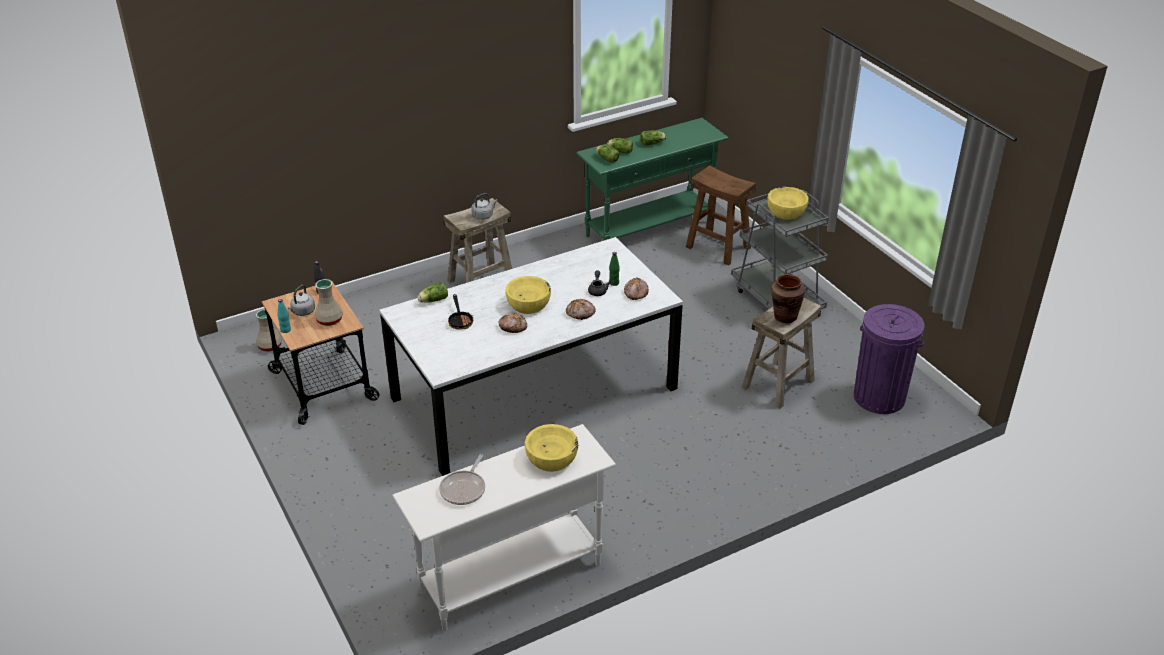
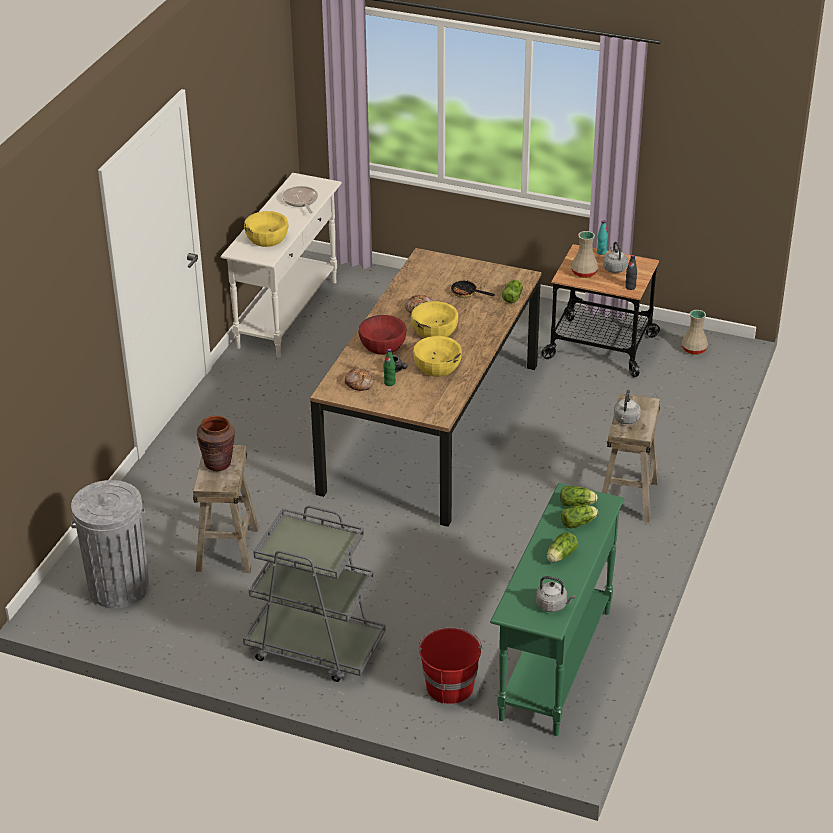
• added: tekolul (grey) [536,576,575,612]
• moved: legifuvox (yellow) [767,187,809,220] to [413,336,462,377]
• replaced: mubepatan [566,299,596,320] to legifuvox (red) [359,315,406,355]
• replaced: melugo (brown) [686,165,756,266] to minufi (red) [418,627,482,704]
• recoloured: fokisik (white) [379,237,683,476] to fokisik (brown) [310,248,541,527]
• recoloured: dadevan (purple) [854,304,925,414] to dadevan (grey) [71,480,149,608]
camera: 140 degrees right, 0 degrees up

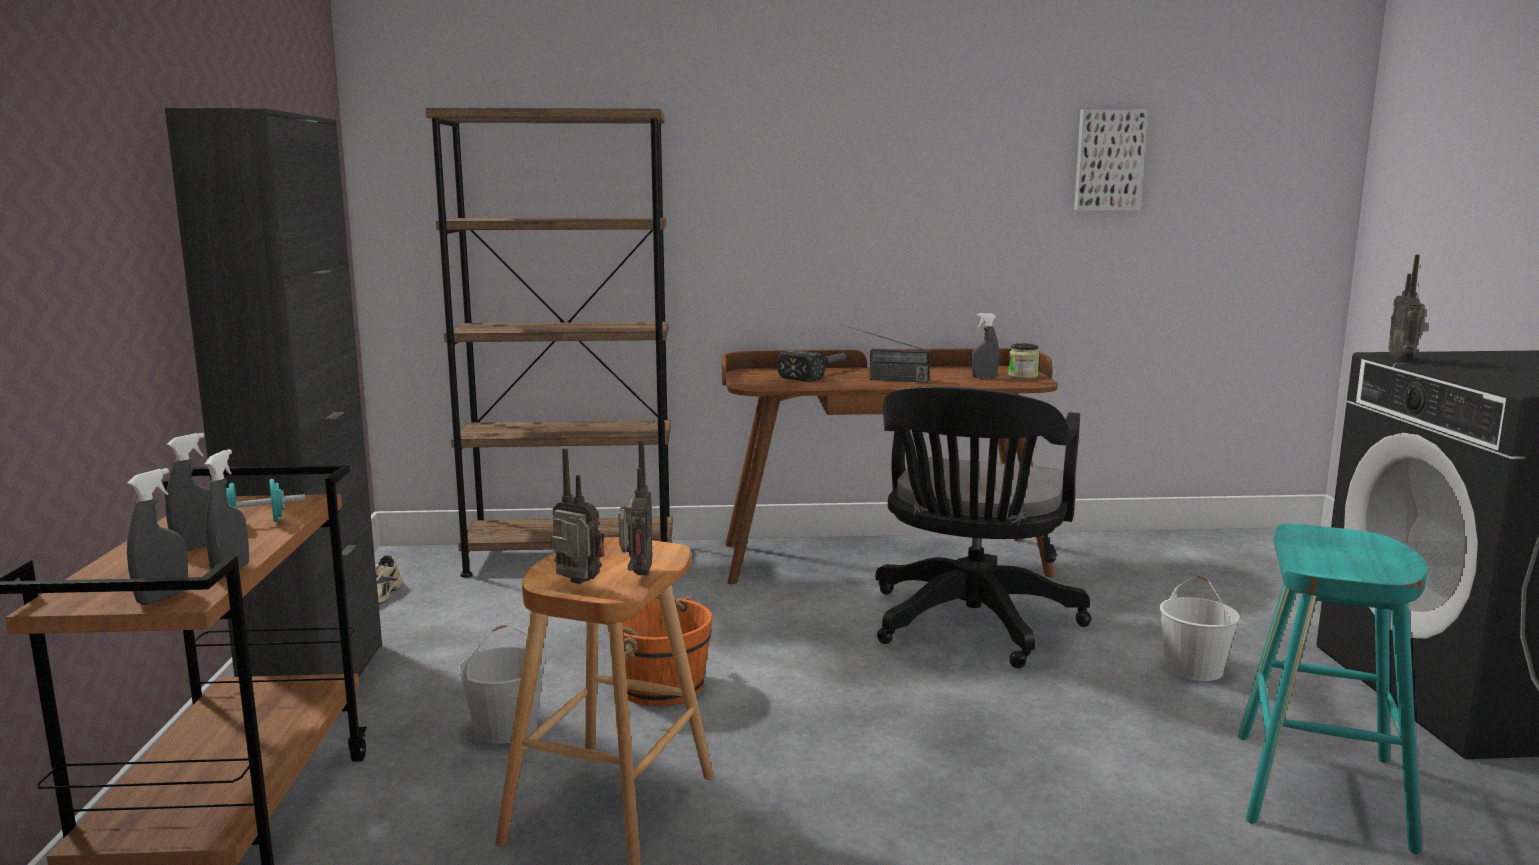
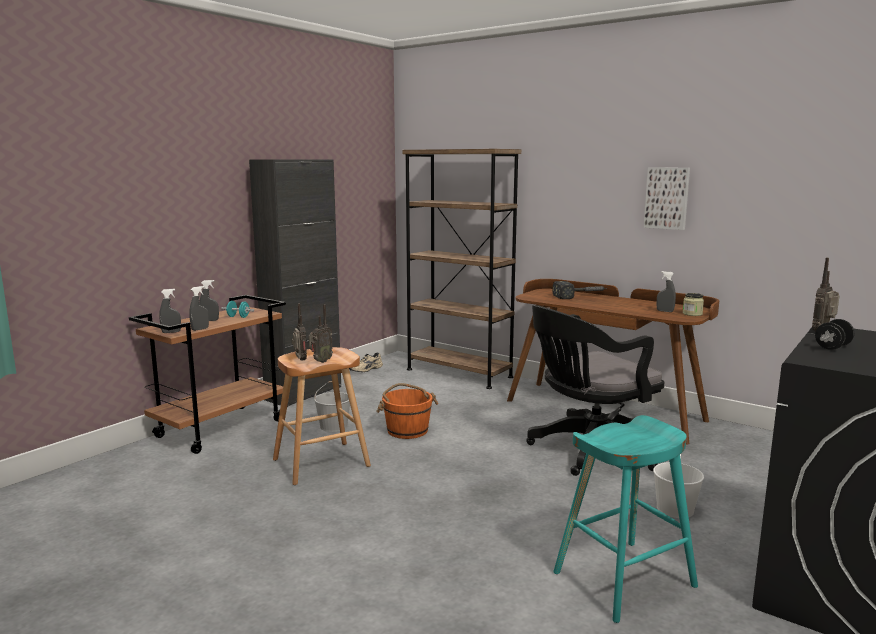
• removed: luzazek [842,324,930,382]
• added: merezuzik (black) [815,319,855,350]
• moved: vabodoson [1074,110,1148,211] to [644,167,690,230]
camera: 40 degrees right, 0 degrees up

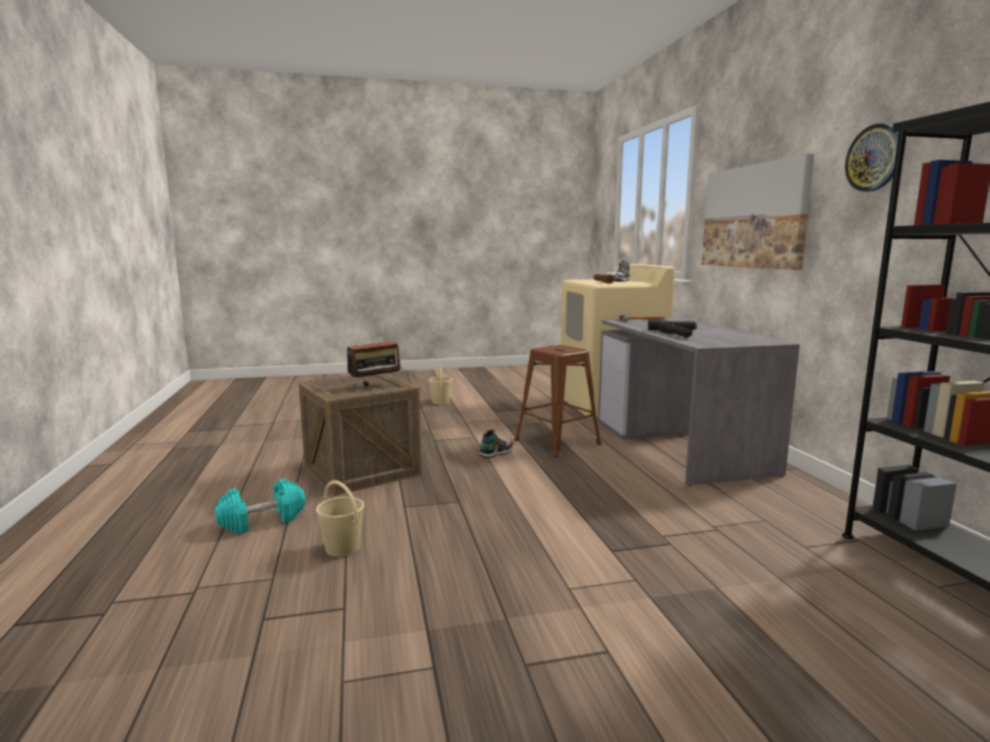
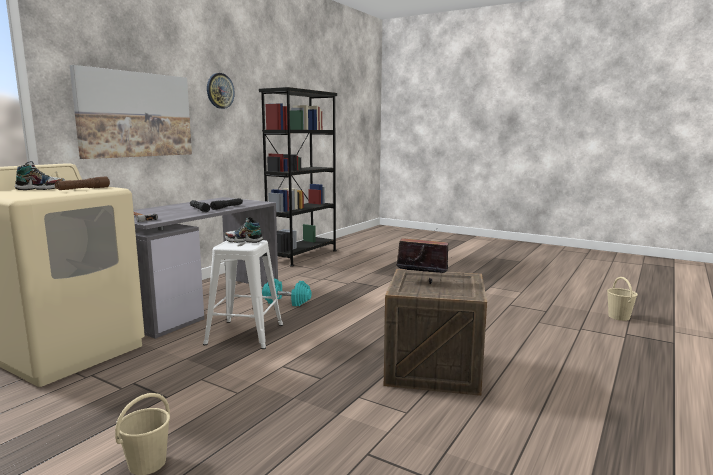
• moved: merezuzik (turquoise) [215,478,306,534] to [262,279,312,306]
• moved: minufi (beige) [316,480,364,557] to [607,277,638,321]
• moved: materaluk [480,430,513,458] to [225,217,263,243]
• recoloured: melugo (brown) [514,345,601,457] to melugo (white) [203,240,283,349]
camera: 135 degrees left, 0 degrees up

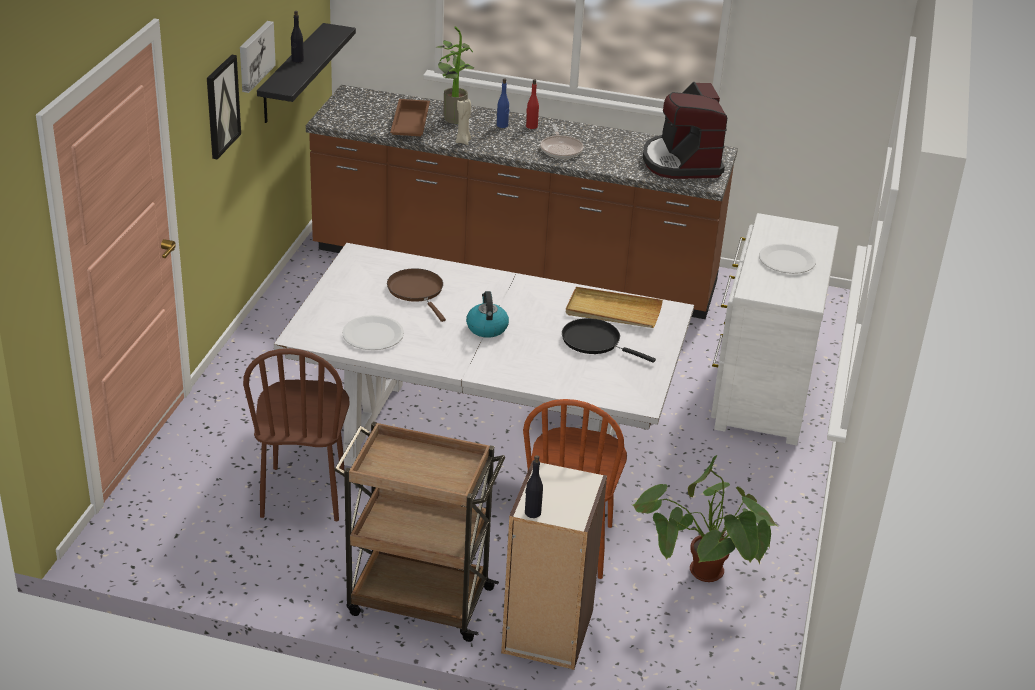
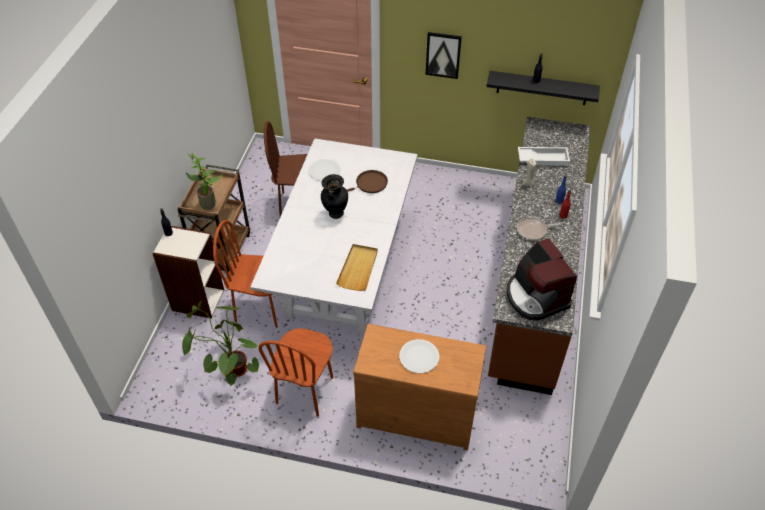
• removed: vabodoson [240,21,276,93]
• removed: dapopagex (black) [562,318,656,363]
• added: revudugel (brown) [258,328,333,416]
• moved: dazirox [435,27,474,124] to [186,153,223,210]
• replaced: tekolul [466,291,509,338] to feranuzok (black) [321,174,348,219]
• recoloured: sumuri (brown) [390,99,430,136] to sumuri (white) [518,147,570,166]
• recoloured: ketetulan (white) [711,213,839,445] to ketetulan (brown) [353,324,486,451]
• turned: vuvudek [643,82,727,179] = [507,238,577,320] 105 degrees counterclockwise
camera: 90 degrees right, 15 degrees up

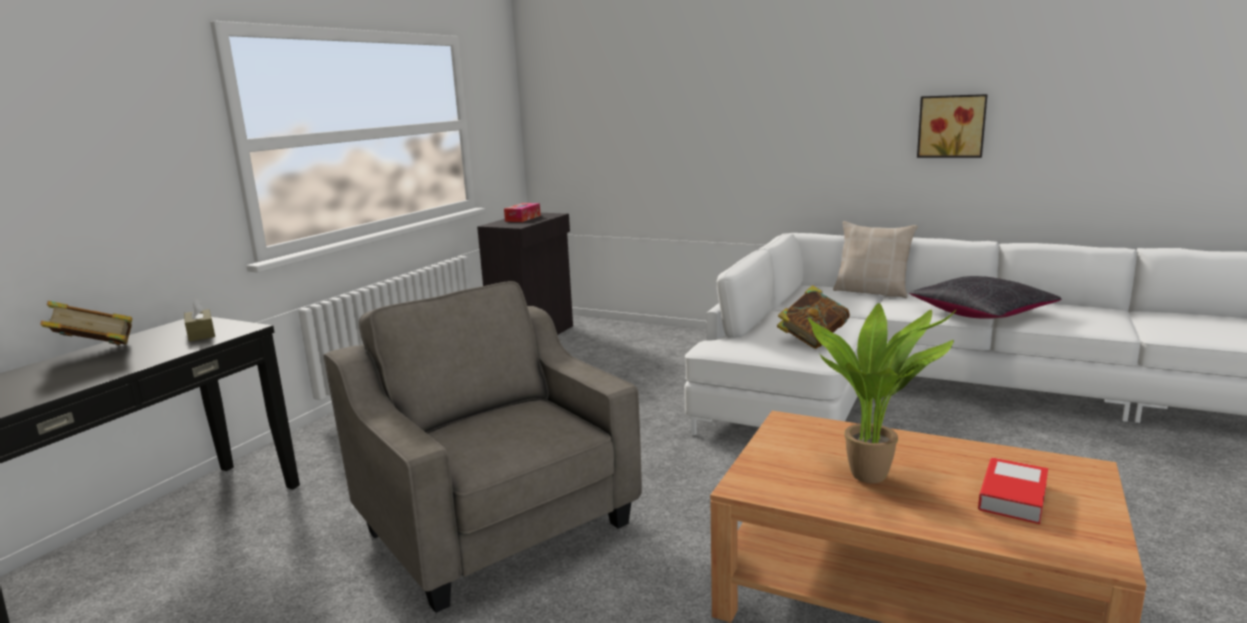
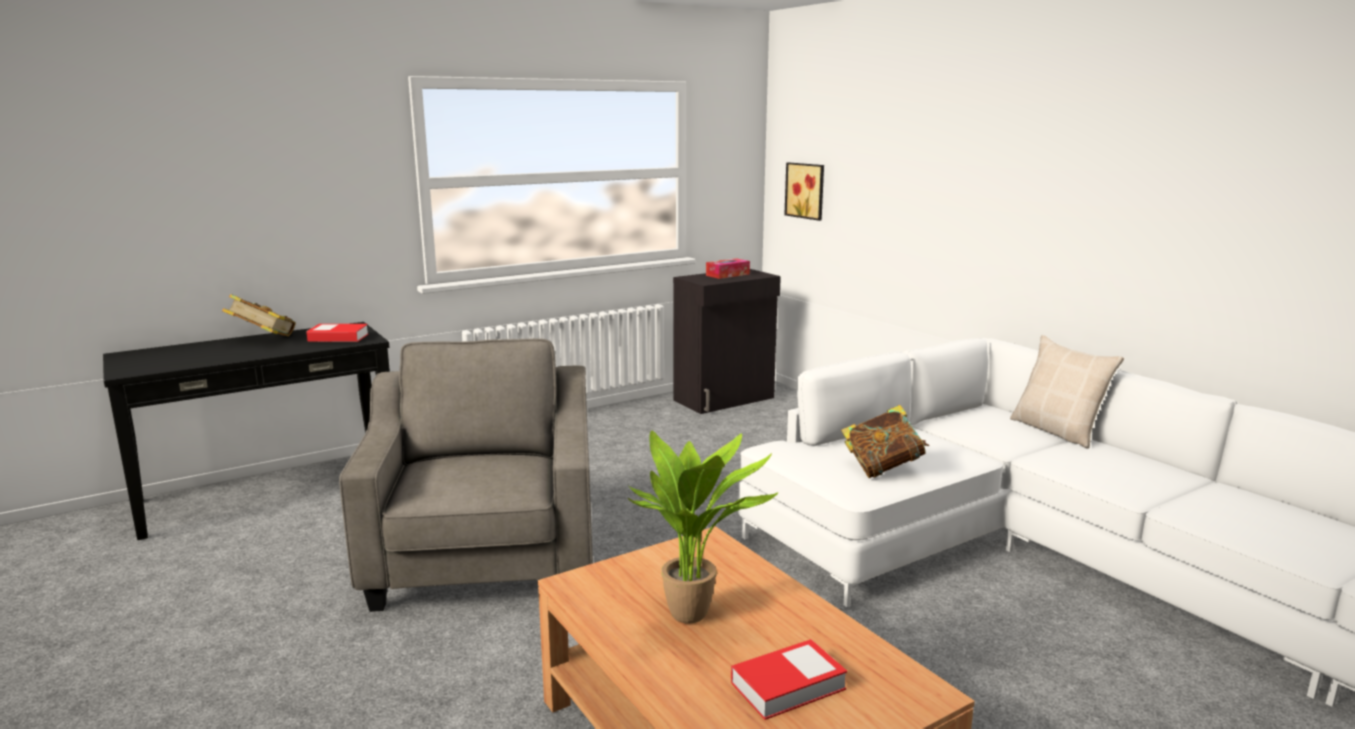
• removed: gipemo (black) [909,276,1061,319]
• moved: vabodoson [917,94,988,158] to [784,162,824,221]
• replaced: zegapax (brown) [184,298,215,342] to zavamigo [306,324,368,342]
camera: 30 degrees right, 0 degrees up

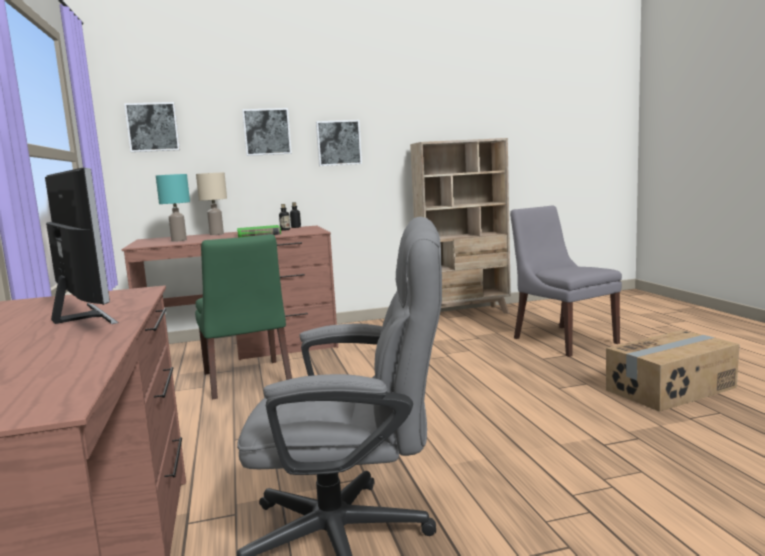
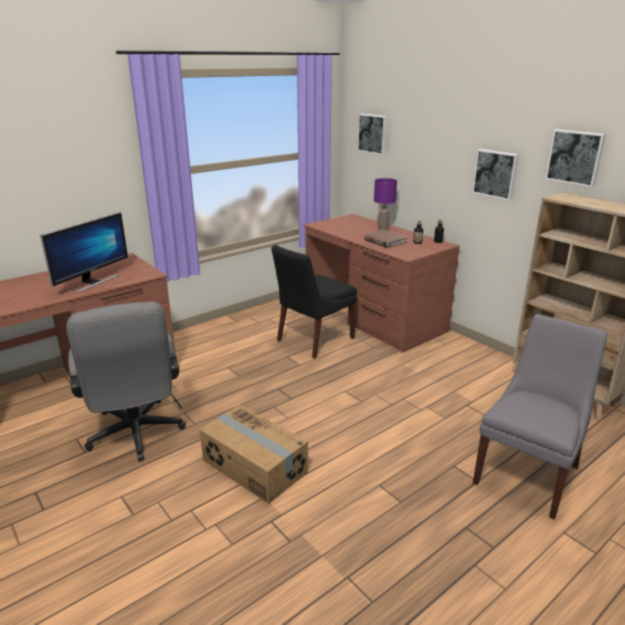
• removed: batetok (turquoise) [156,174,190,242]
• moved: vabodoson [242,108,292,156] to [545,129,606,187]
• moved: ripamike [606,330,740,412] to [199,405,308,504]
• recoloured: revudugel (green) [195,234,292,399] to revudugel (black) [272,245,357,359]
• recoloured: batetok (beige) [196,172,227,235] to batetok (purple) [374,178,397,230]
• recoloured: zavamigo (green) [237,225,281,238] to zavamigo (brown) [364,230,408,248]
camera: 65 degrees right, 15 degrees up

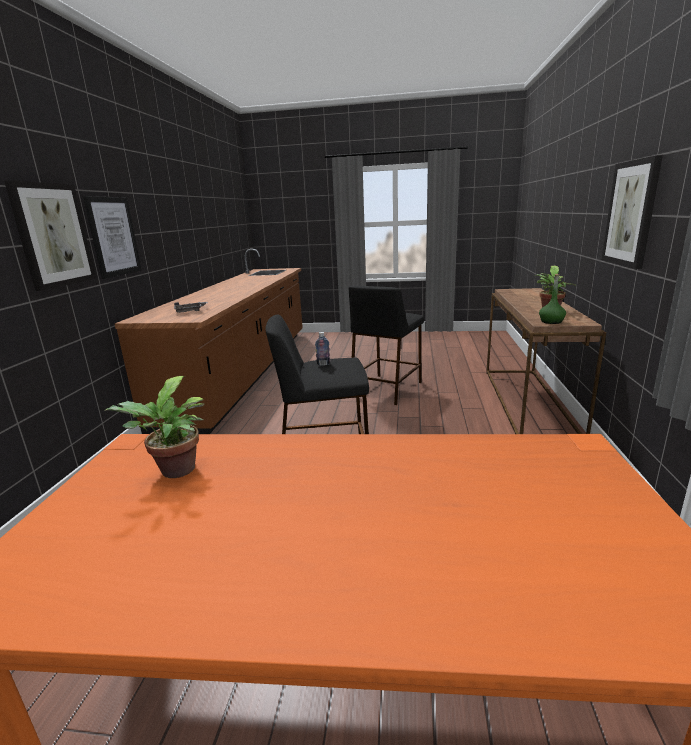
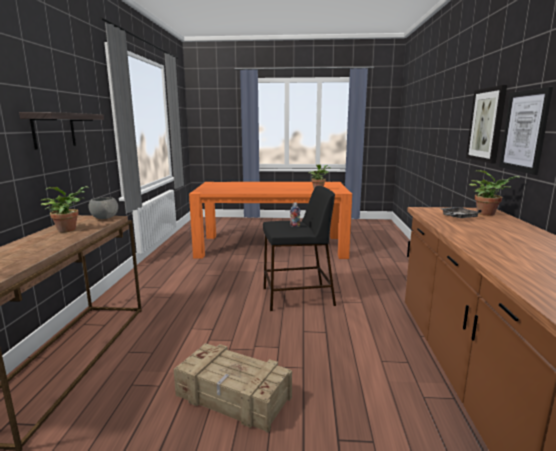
• added: dazirox [469,170,520,216]
• replaced: melugo (black) [349,285,424,405] to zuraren [174,343,292,433]
• replaced: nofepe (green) [539,274,566,324] to legifuvox (grey) [89,197,118,219]
• replaced: vabodoson [601,155,663,269] to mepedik [19,112,104,150]
camera: 175 degrees right, 5 degrees down

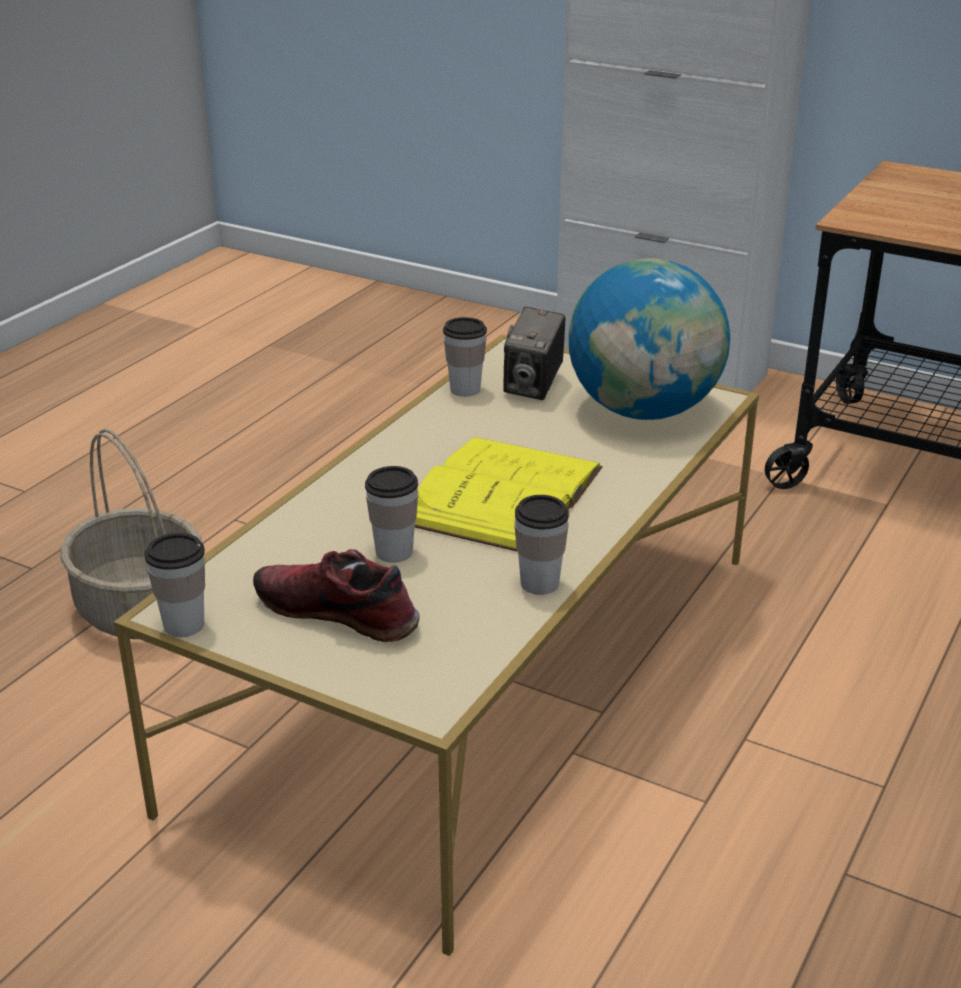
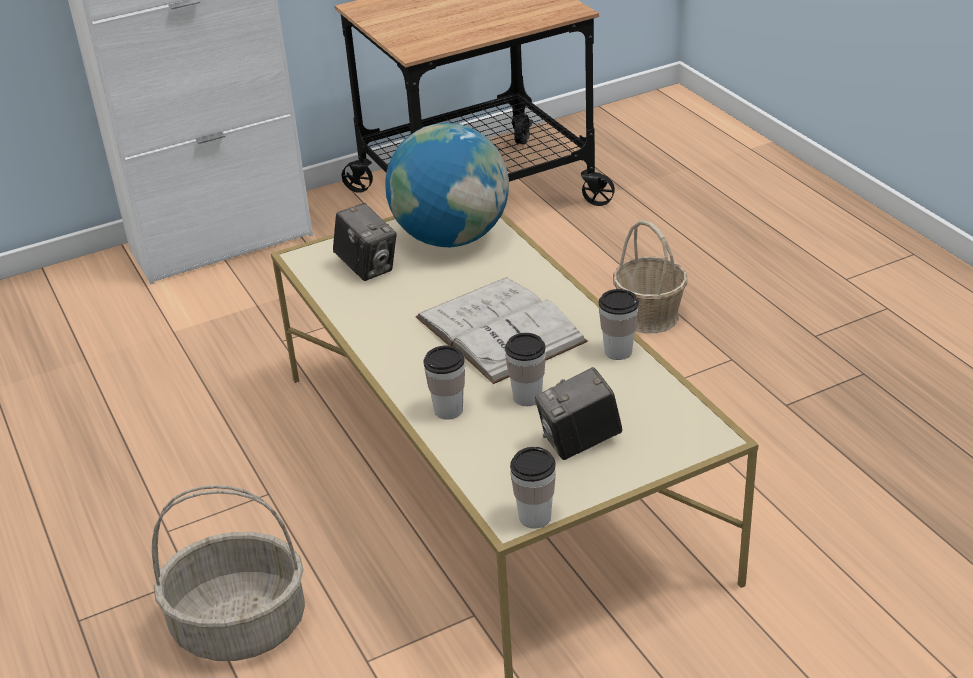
• added: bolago [613,220,688,333]
• moved: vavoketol [443,317,487,397] to [423,345,465,420]
• replaced: materaluk [253,549,420,642] to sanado [535,367,622,460]
• recoloured: zavamigo (yellow) [415,437,602,551] to zavamigo (white) [416,278,588,384]
camera: 55 degrees left, 5 degrees up

